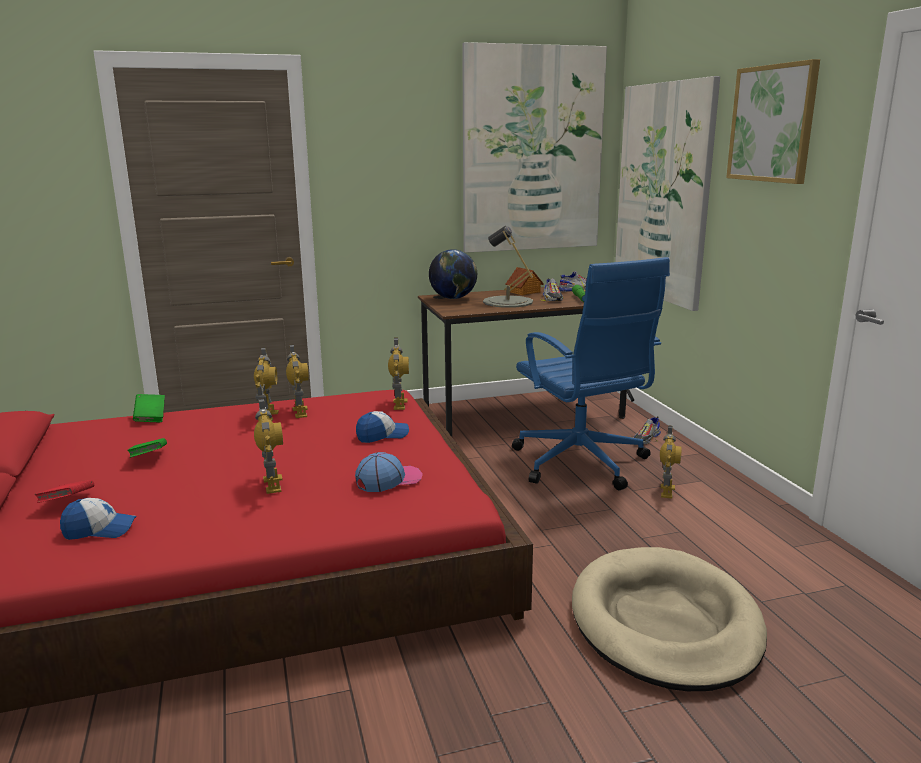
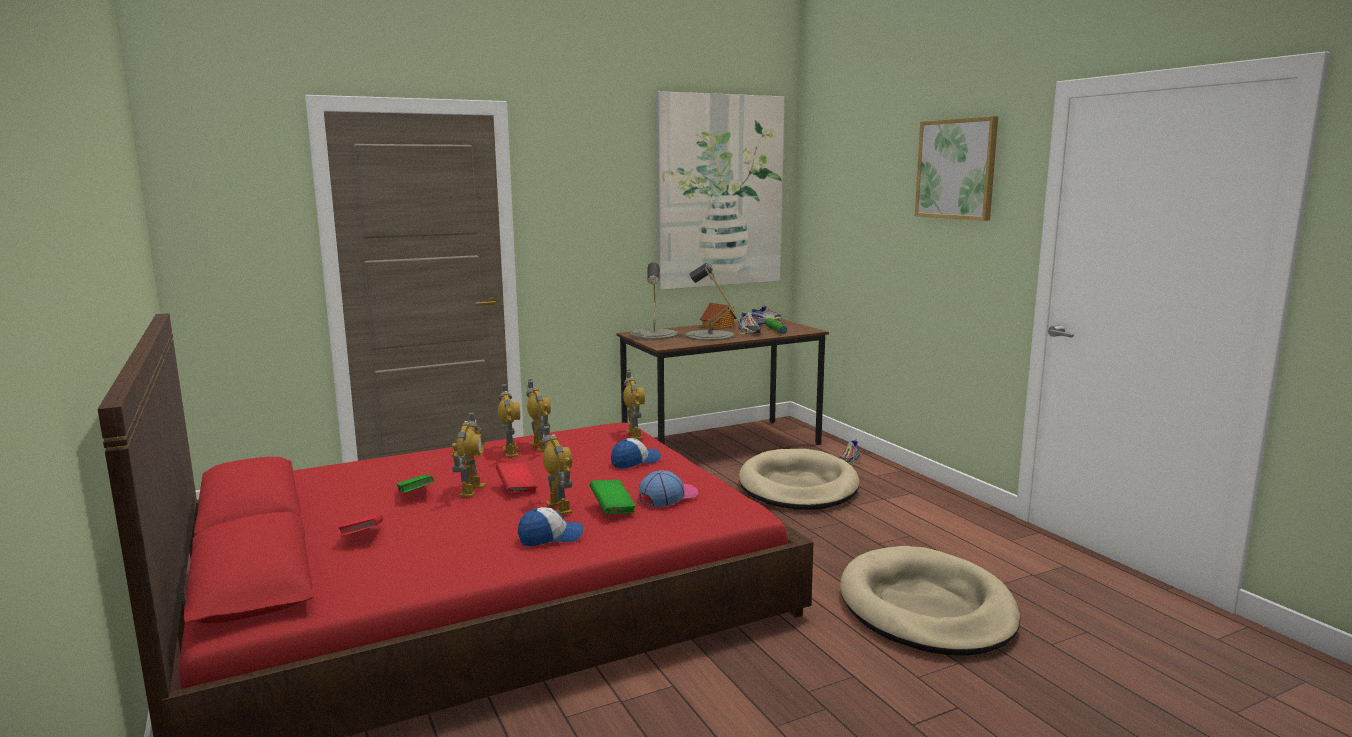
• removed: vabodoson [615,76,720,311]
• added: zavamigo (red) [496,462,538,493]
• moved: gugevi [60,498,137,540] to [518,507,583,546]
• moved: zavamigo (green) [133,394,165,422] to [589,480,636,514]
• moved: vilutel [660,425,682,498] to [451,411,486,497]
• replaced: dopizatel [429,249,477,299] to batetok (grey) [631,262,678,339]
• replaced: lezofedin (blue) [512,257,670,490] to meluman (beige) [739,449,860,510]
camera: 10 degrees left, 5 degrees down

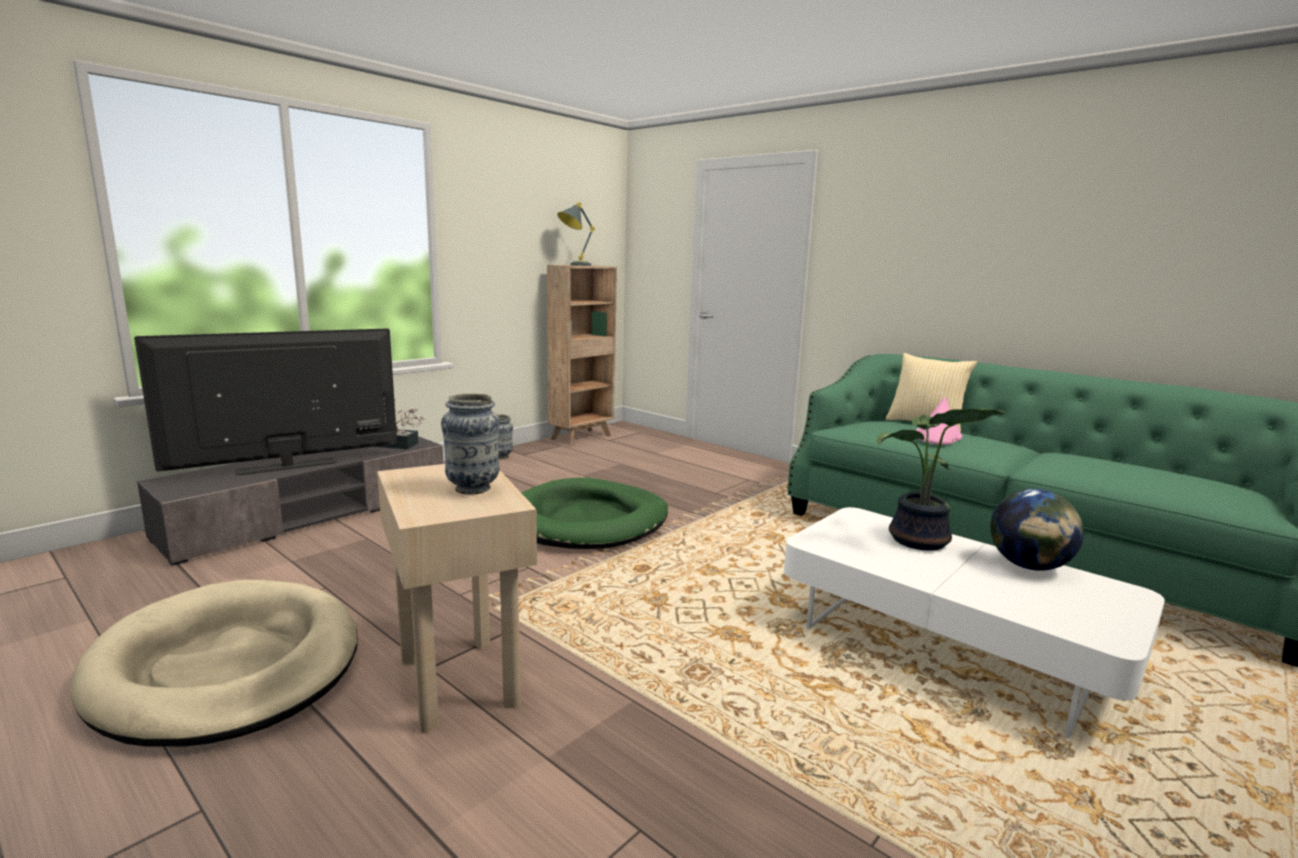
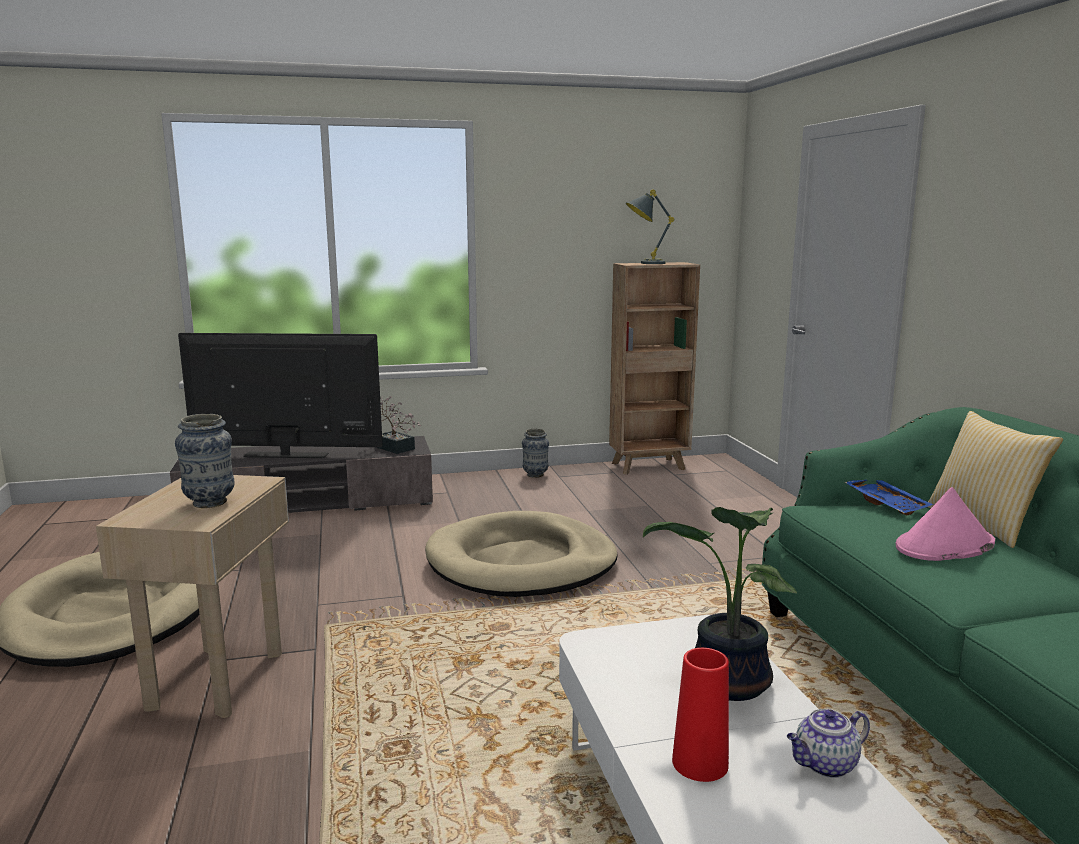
• added: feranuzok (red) [672,648,729,782]
• added: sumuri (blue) [844,480,933,516]
• replaced: dopizatel [990,489,1084,571] to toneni [787,709,870,778]
• recoloured: meluman (green) [522,477,668,549] to meluman (beige) [425,511,618,597]
camera: 35 degrees right, 0 degrees up

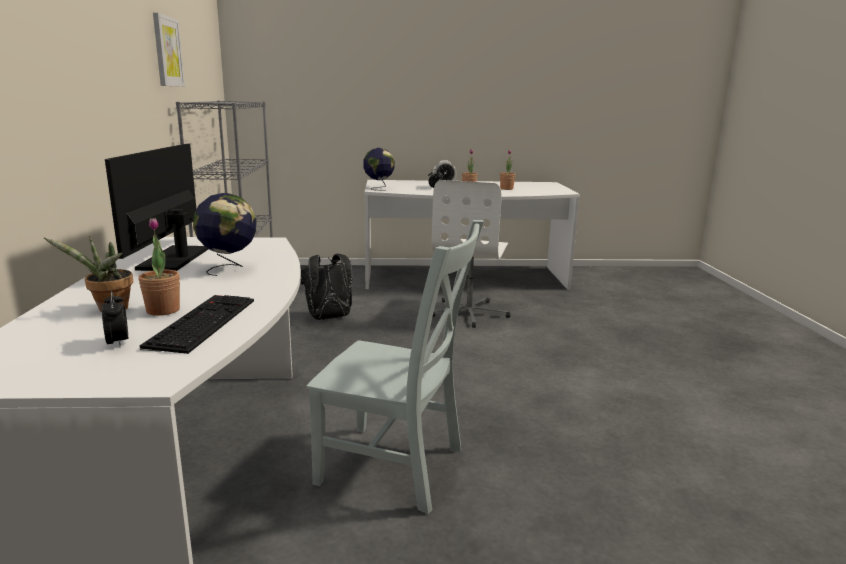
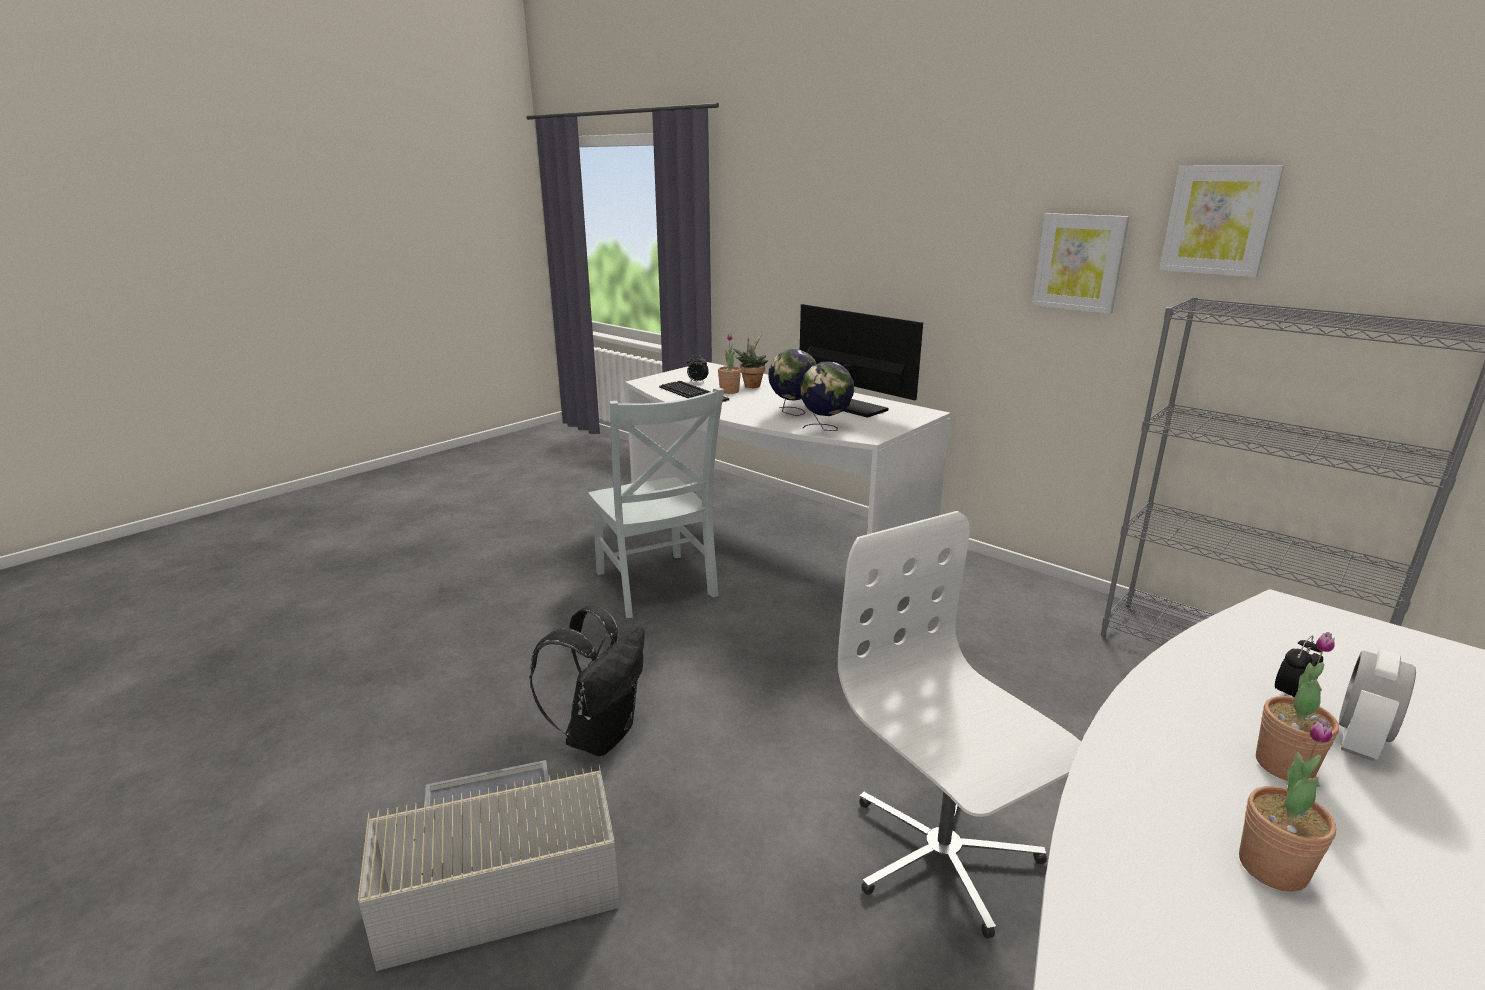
• added: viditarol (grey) [358,760,620,971]
• added: vabodoson [1032,213,1129,314]
• moved: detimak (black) [300,254,353,320] to [529,605,645,756]
• moved: dopizatel [363,148,395,191] to [800,362,854,431]
• turned: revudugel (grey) [306,220,484,514] = [588,387,724,618] 90 degrees counterclockwise
camera: 135 degrees right, 5 degrees up

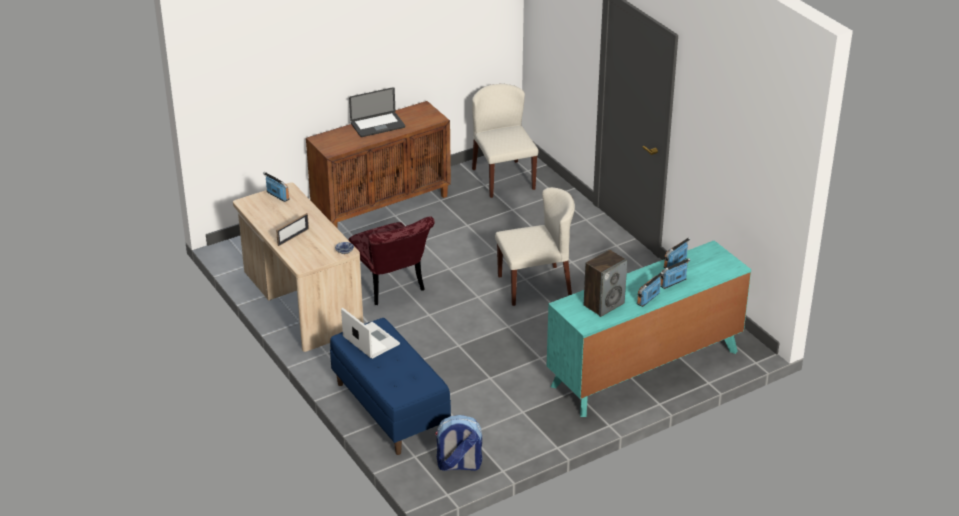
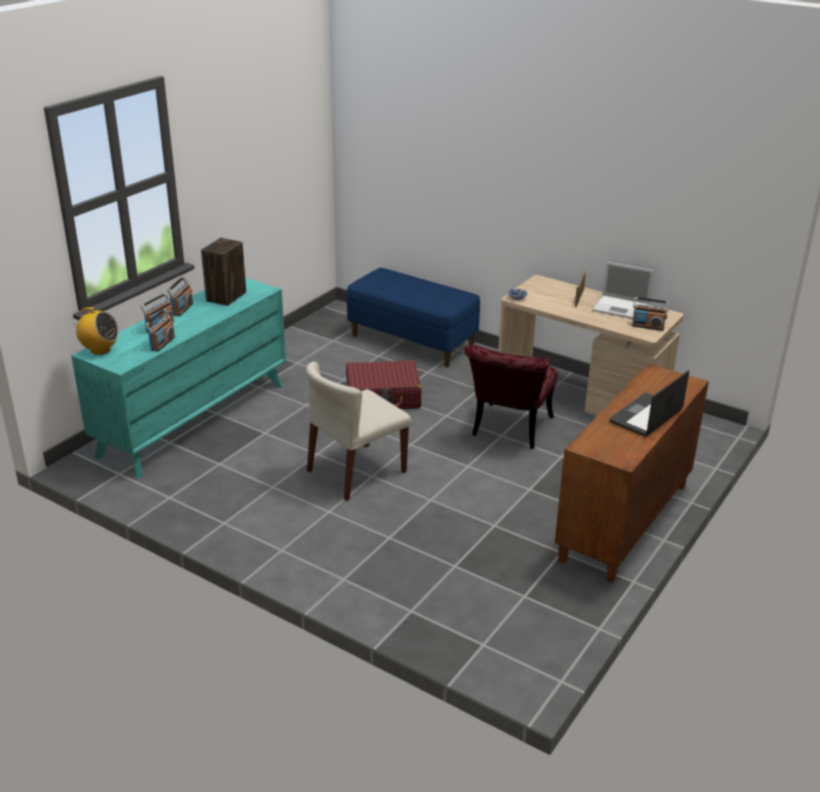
• removed: detimak [435,415,482,471]
• removed: revudugel (beige) [472,84,538,198]
• added: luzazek [71,307,119,355]
• added: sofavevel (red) [346,360,421,409]
• moved: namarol [341,308,400,359] to [592,262,654,319]
• turned: revudugel (red) [349,216,434,305] = [464,345,558,449] 105 degrees counterclockwise
camera: 155 degrees right, 5 degrees down

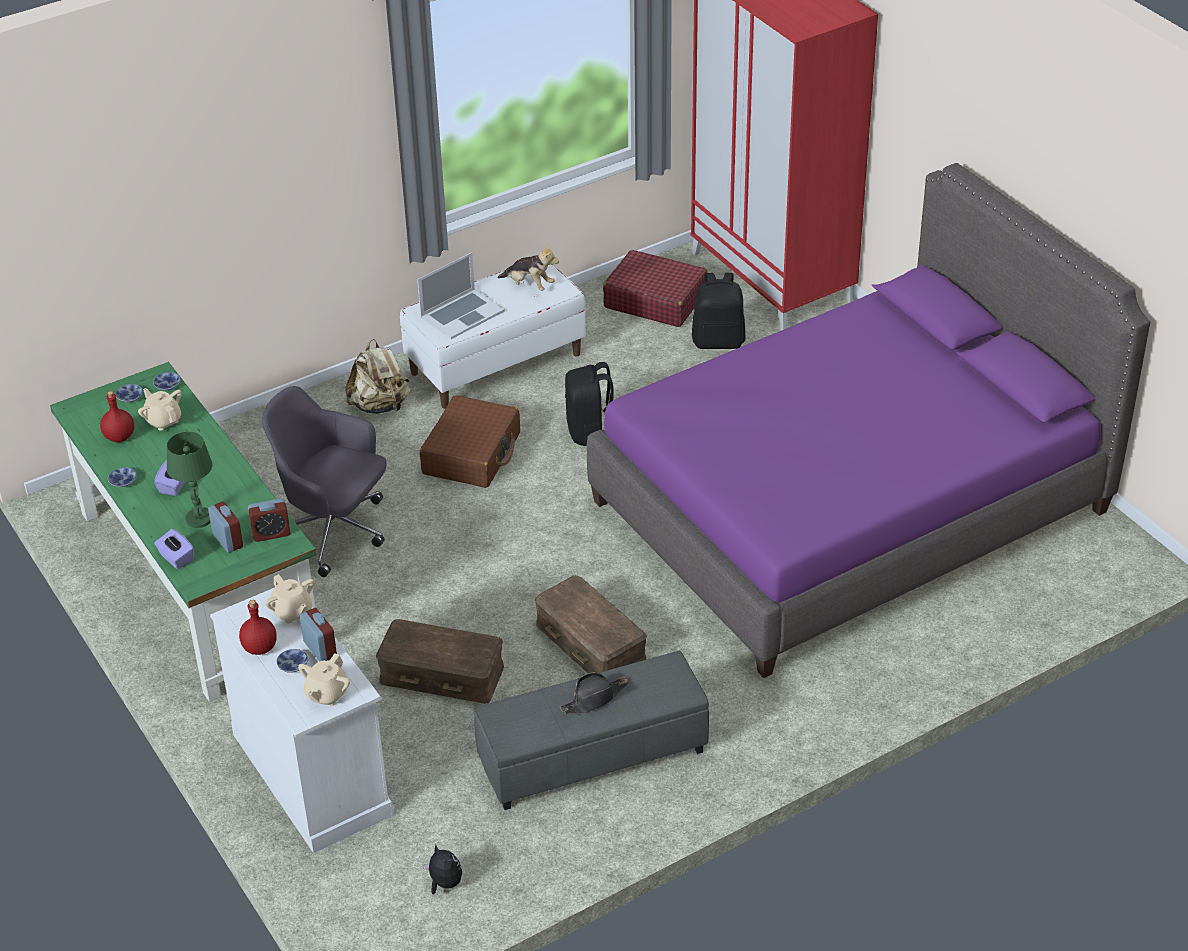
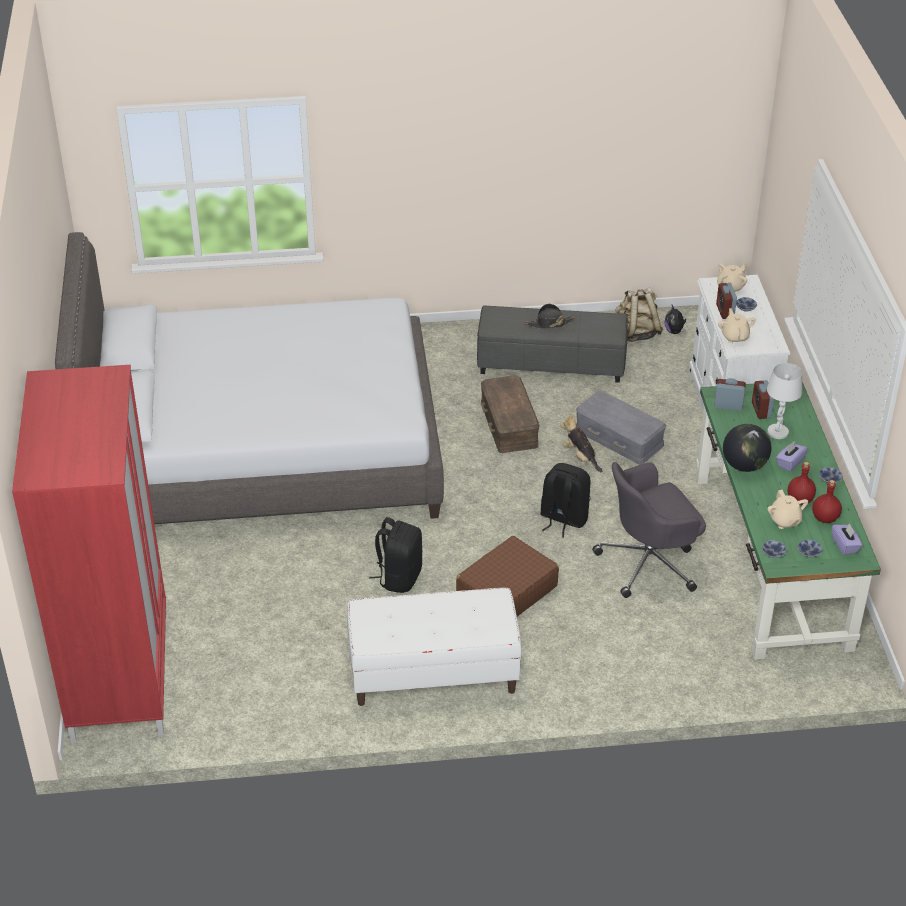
• removed: namarol [417,252,505,339]
• removed: sofavevel (red) [603,250,707,327]
• added: dopizatel [723,424,772,472]
• moved: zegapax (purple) [154,529,194,569] to [832,523,862,555]
• moved: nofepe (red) [239,600,277,655] to [788,462,816,505]
• moved: detimak (beige) [345,339,410,414] to [615,287,663,342]
• moved: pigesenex [498,243,559,291] to [560,413,602,472]
• moved: detimak (black) [692,273,746,349] to [540,463,590,537]
• recoloured: batetok (green) [167,432,213,528] to batetok (white) [767,363,803,439]
• recoloured: viditarol (brown) [376,619,504,704] to viditarol (grey) [576,390,666,465]
• recoloured: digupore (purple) [587,163,1150,678] to digupore (grey) [55,232,444,524]
• turned: lezofedin (grey) [262,386,387,577] = [592,462,706,598] 105 degrees clockwise
camera: 155 degrees left, 0 degrees up

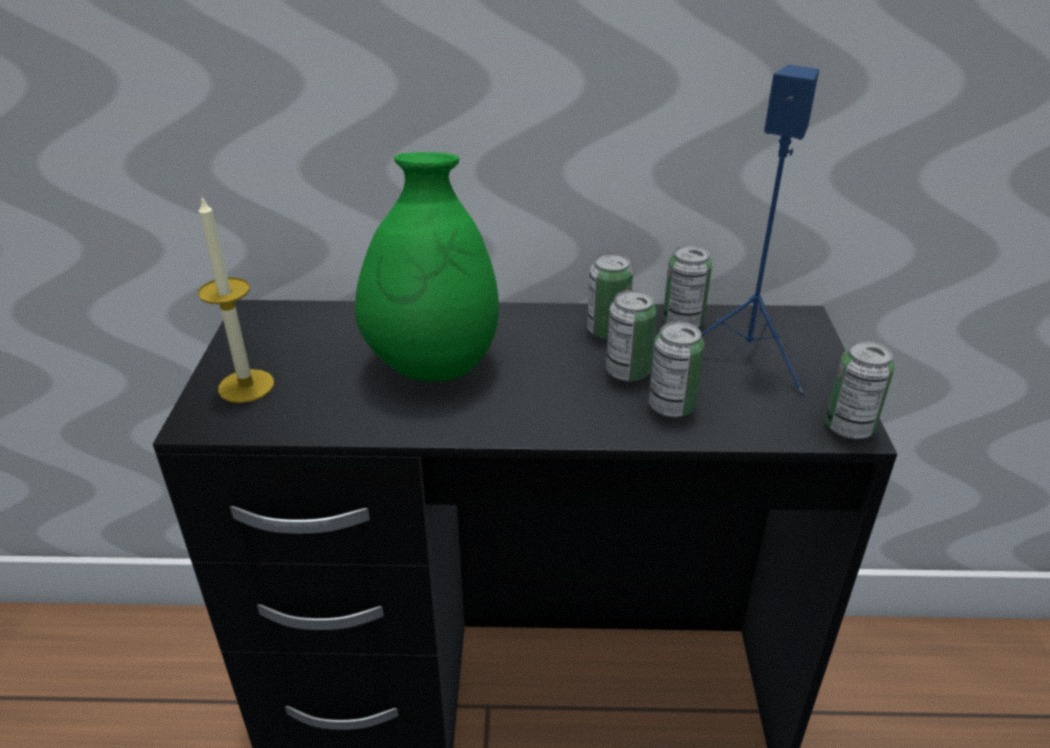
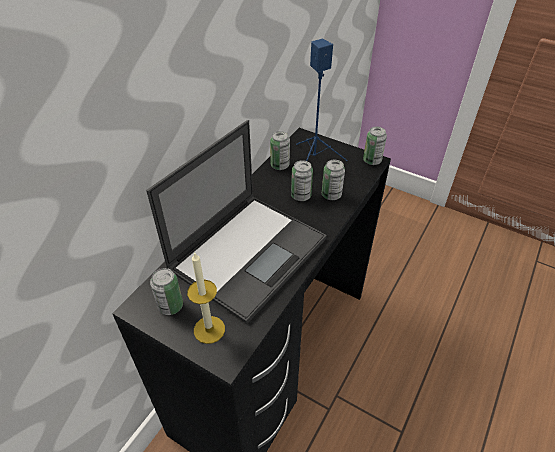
• moved: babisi [587,253,633,339] to [150,268,183,315]
• replaced: feranuzok (green) [355,152,499,382] to namarol [146,120,327,324]
camera: 60 degrees left, 10 degrees up

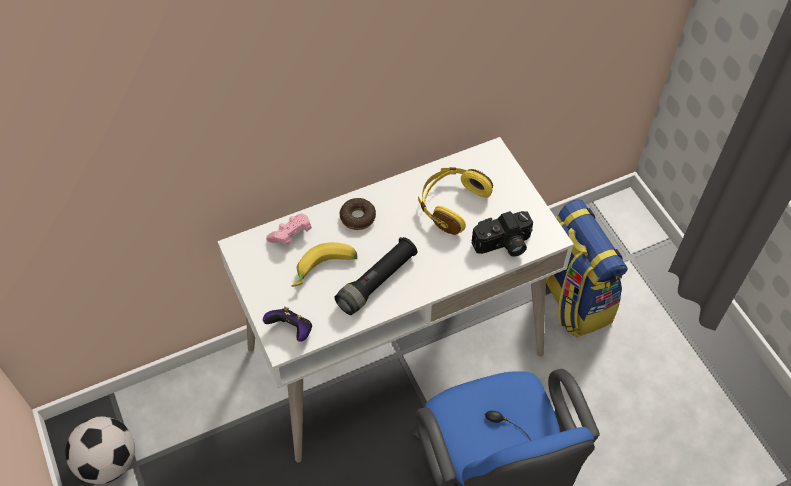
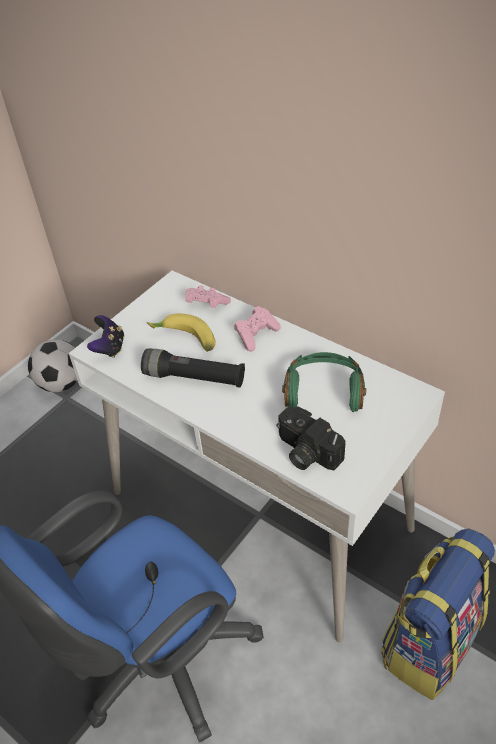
• replaced: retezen [340,198,376,230] to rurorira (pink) [234,306,281,352]
• recoloured: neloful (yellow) [418,167,493,235] to neloful (green) [282,352,366,412]
camera: 65 degrees right, 10 degrees down

